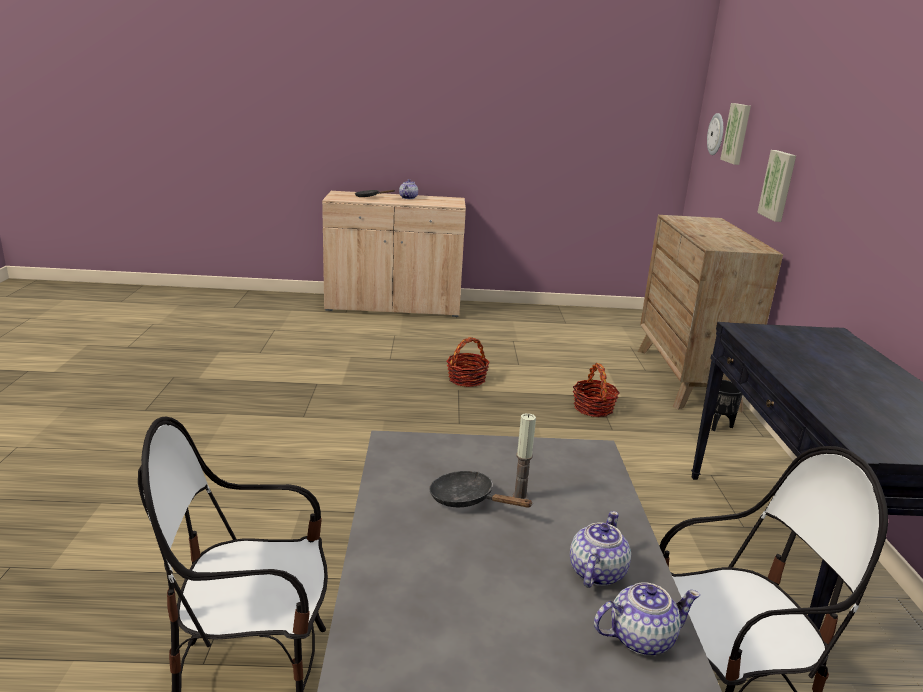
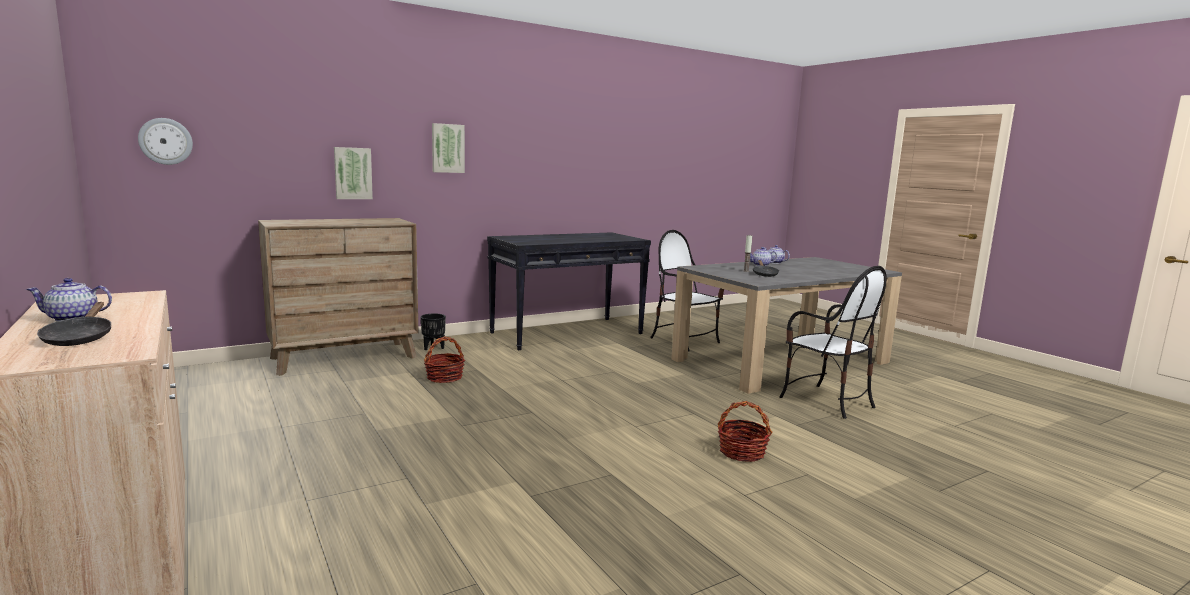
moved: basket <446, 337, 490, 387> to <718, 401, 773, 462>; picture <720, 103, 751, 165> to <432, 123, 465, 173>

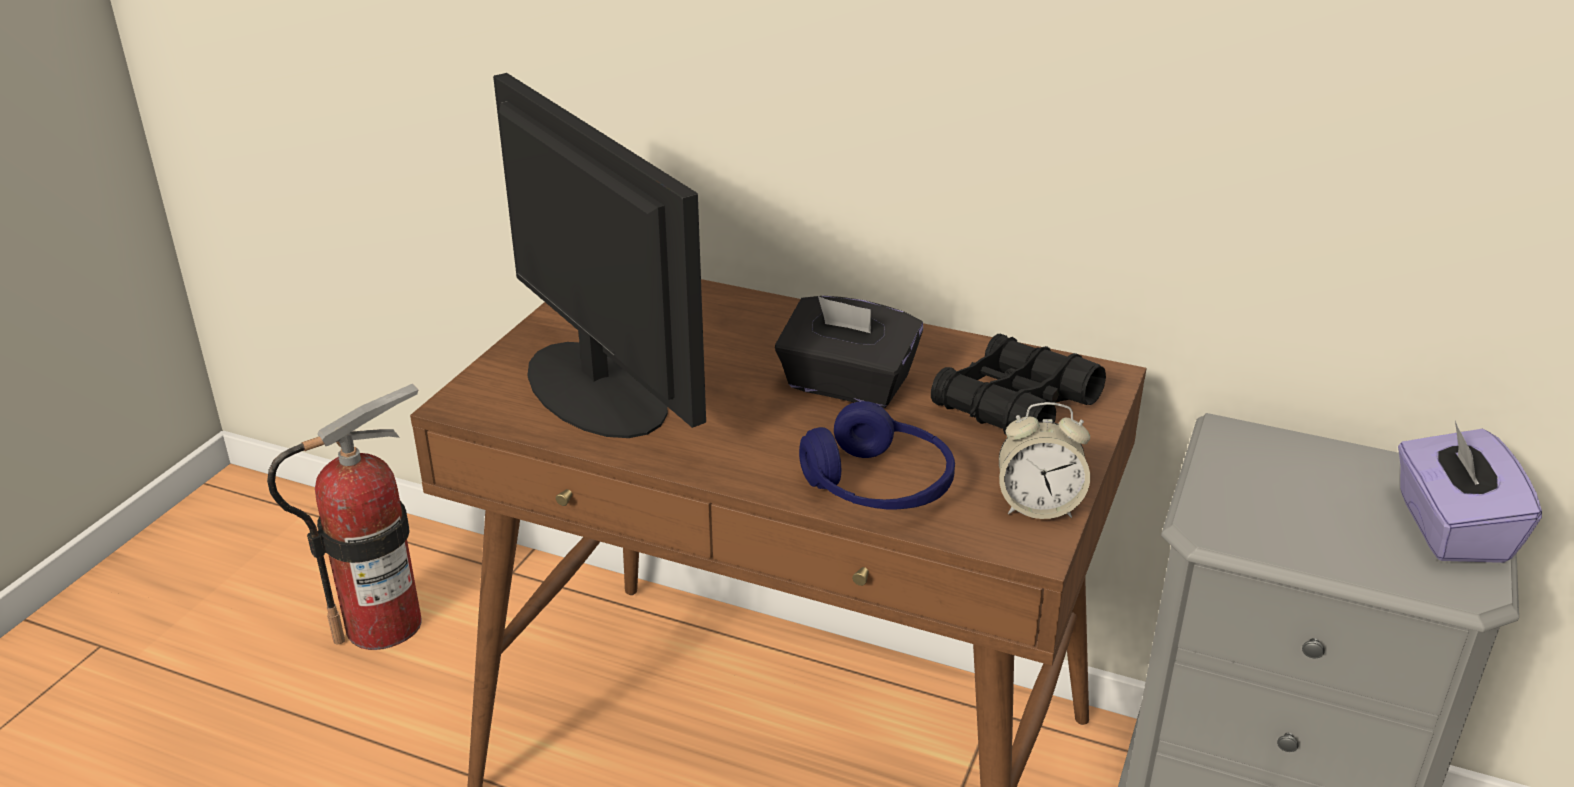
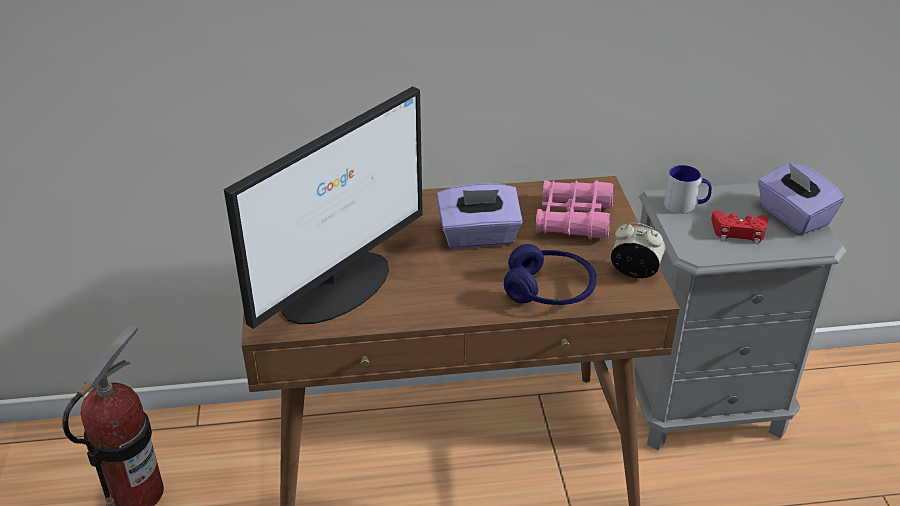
added: mug <664, 165, 712, 214>; red game controller <711, 211, 769, 244>
recoloured: black tissue box <775, 296, 923, 408> to purple tissue box <436, 184, 523, 249>; black binoculars <931, 334, 1106, 436> to pink binoculars <536, 180, 614, 239>
turned: monitor <493, 73, 706, 438> = <224, 86, 423, 329> 105 degrees clockwise; alarm clock <999, 402, 1090, 519> = <611, 222, 665, 278> 135 degrees counterclockwise

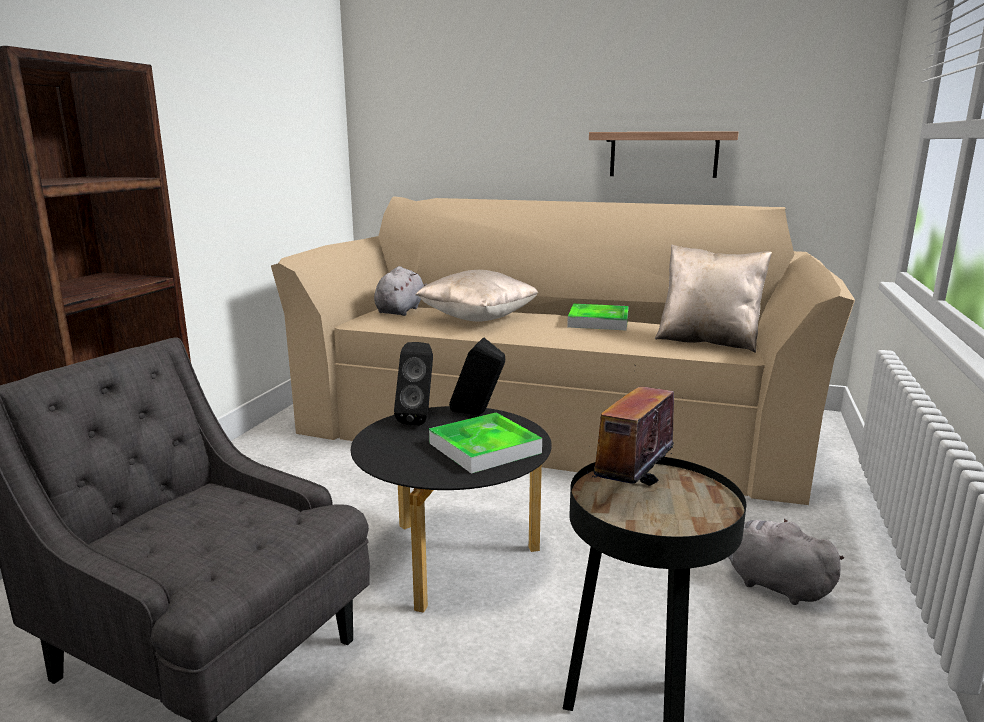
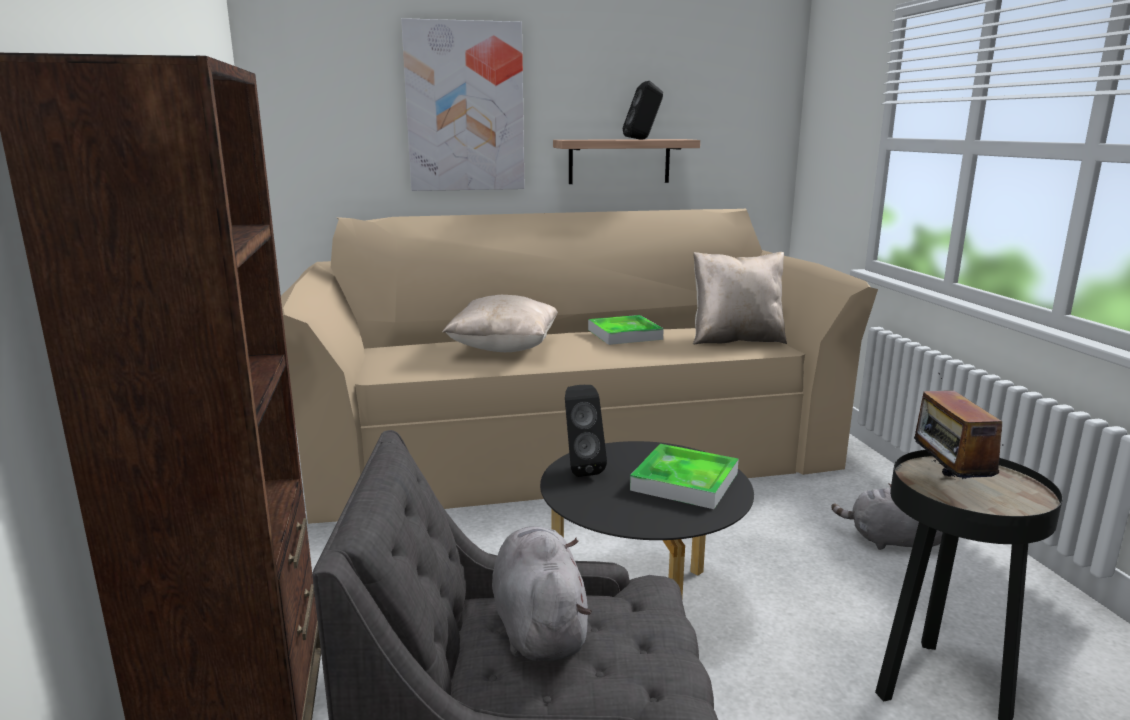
added: picture <401, 18, 525, 191>
moved: grey plush toy <374, 266, 427, 316> to <492, 527, 592, 661>; black speaker <449, 338, 505, 415> to <623, 81, 663, 140>

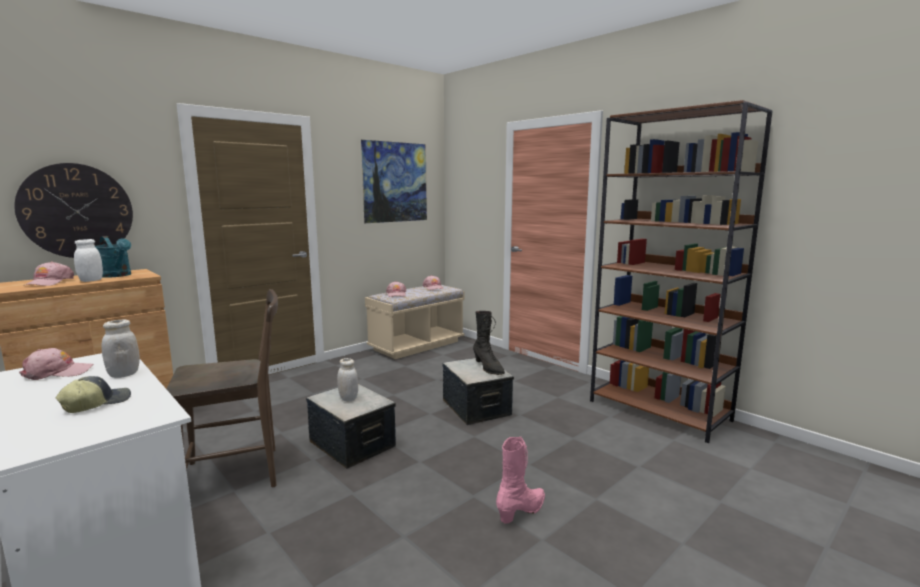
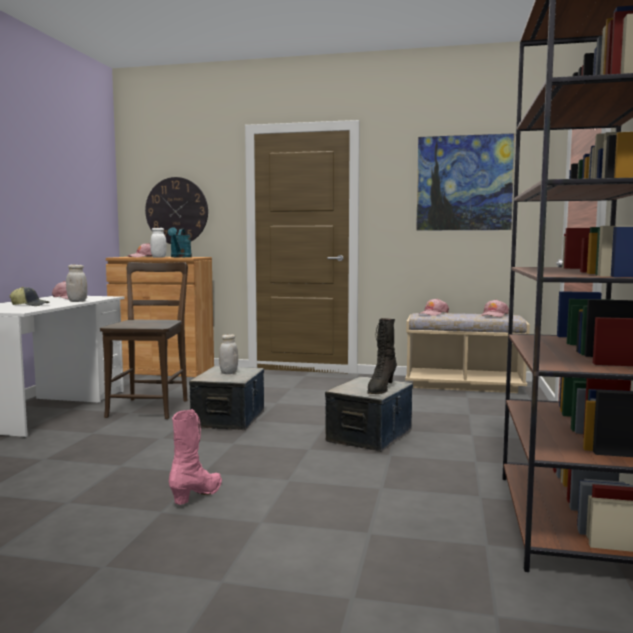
turned: brown chair <166, 289, 278, 487> = <100, 262, 188, 419> 120 degrees counterclockwise; pink boot <496, 437, 545, 524> = <169, 409, 222, 505> 75 degrees counterclockwise

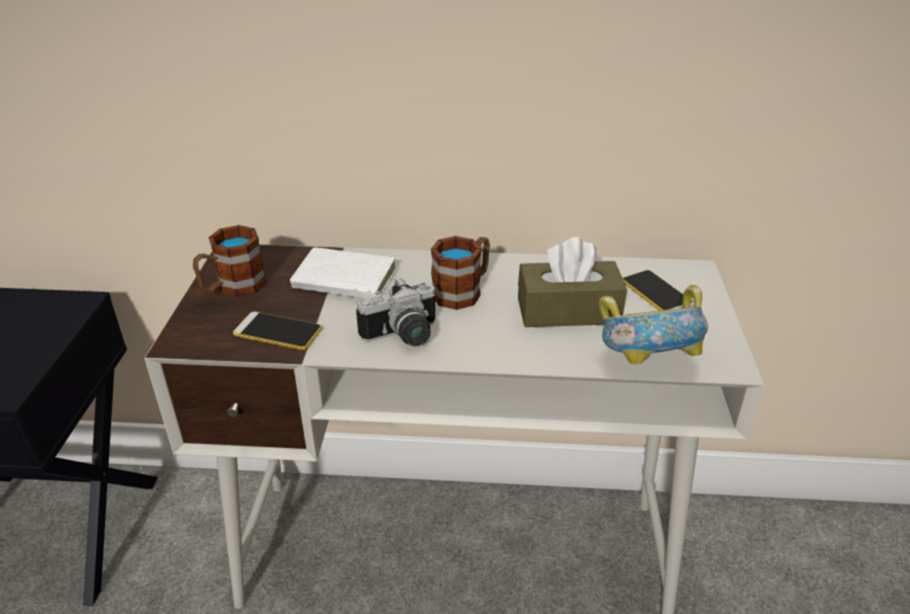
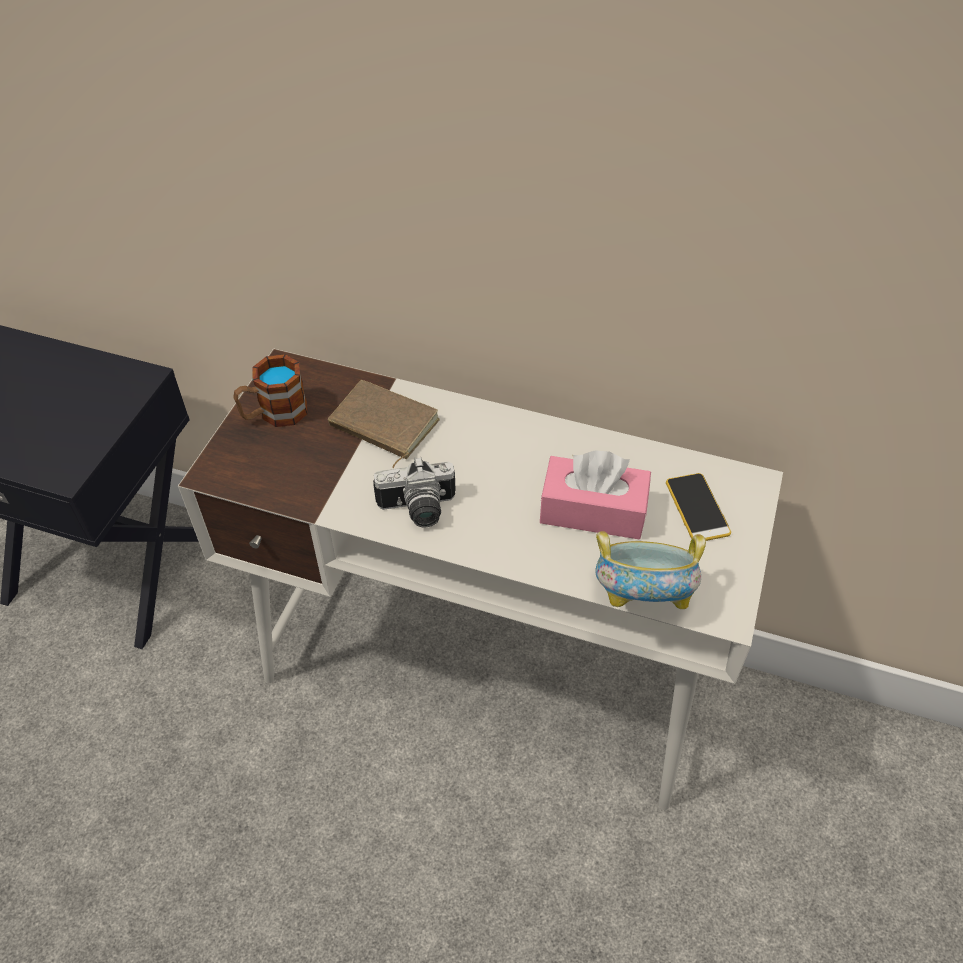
removed: phone <233, 311, 322, 350>; mug <431, 236, 490, 310>
recoloured: white book <290, 248, 397, 298> to brown book <328, 380, 440, 468>; brown tissue box <518, 237, 627, 327> to pink tissue box <540, 451, 651, 539>

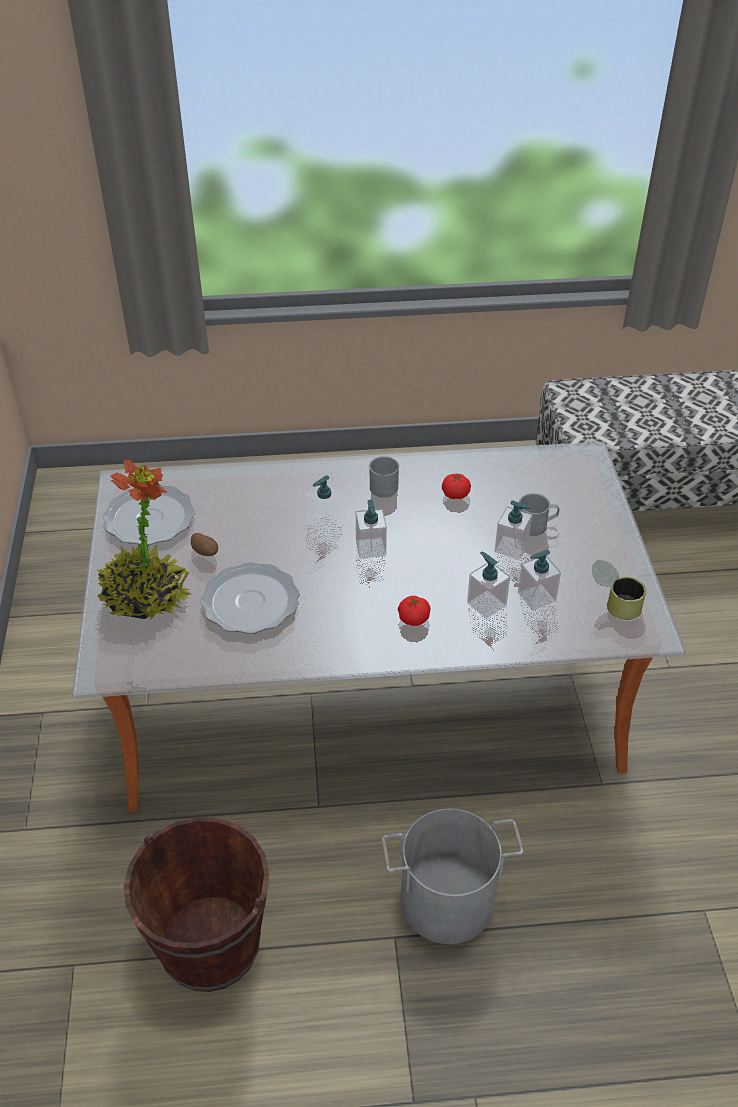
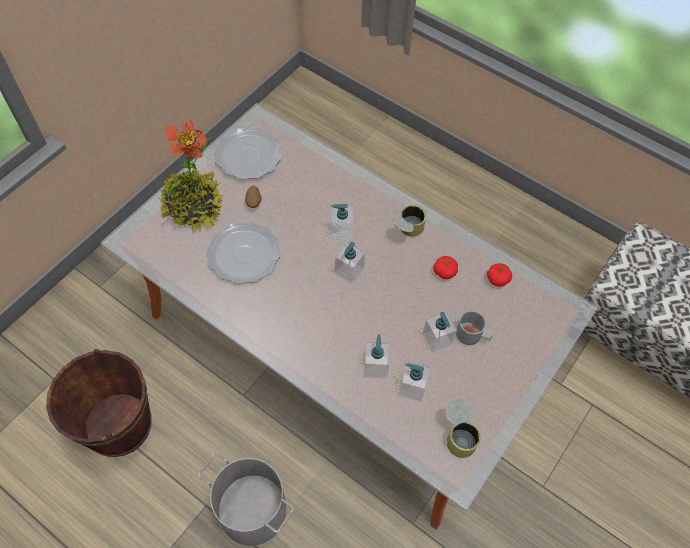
moved: tomato <398, 596, 431, 626> to <487, 263, 512, 286>
replaced: grey mug <369, 456, 399, 498> to can <393, 205, 426, 237>

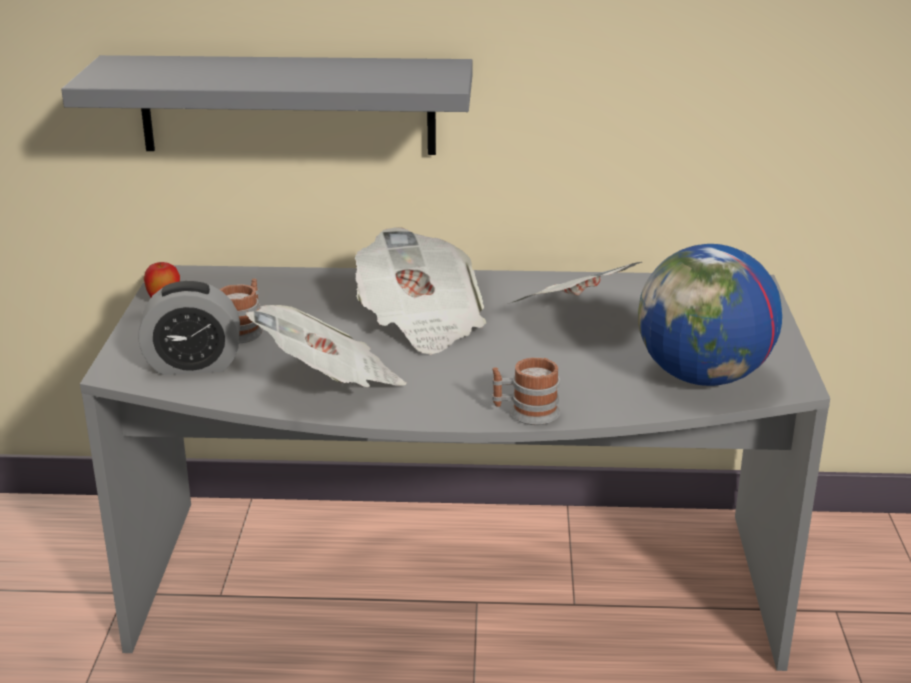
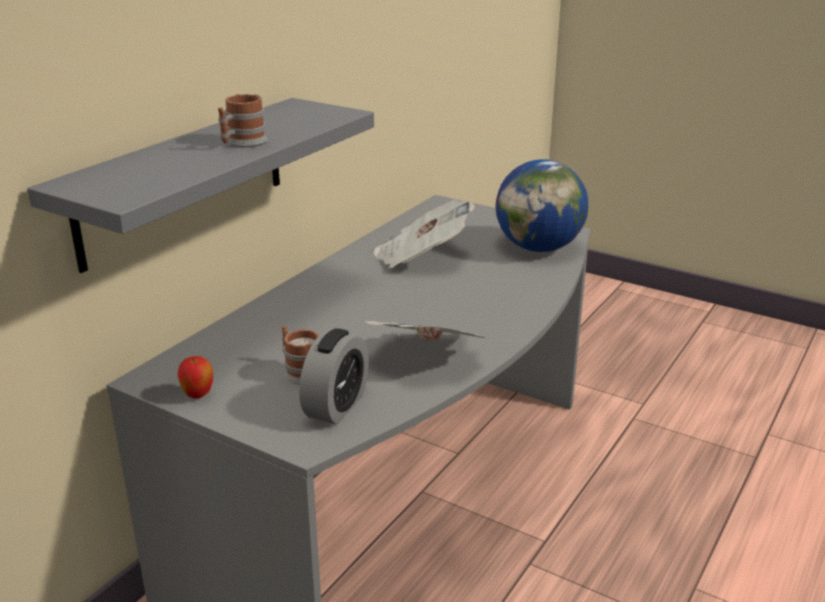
removed: newspaper <355, 227, 486, 355>
moved: mug <492, 357, 560, 425> to <218, 94, 268, 147>

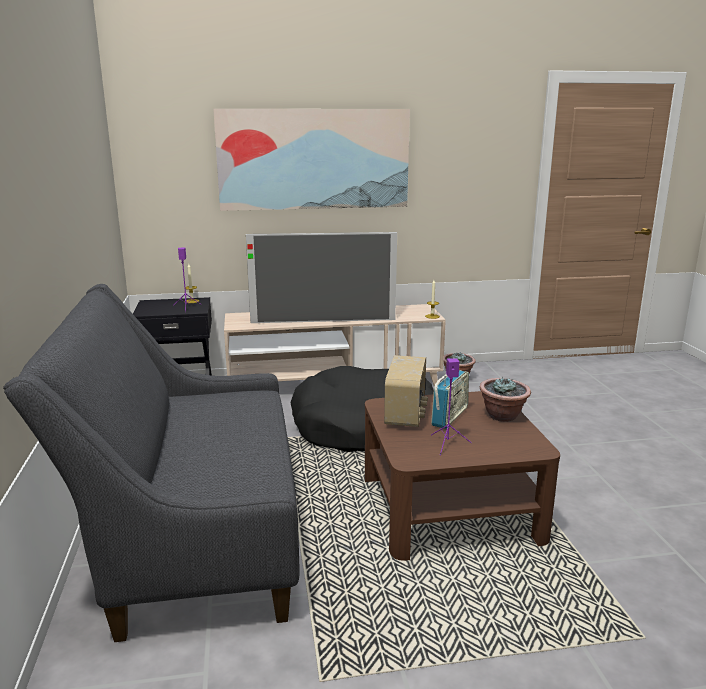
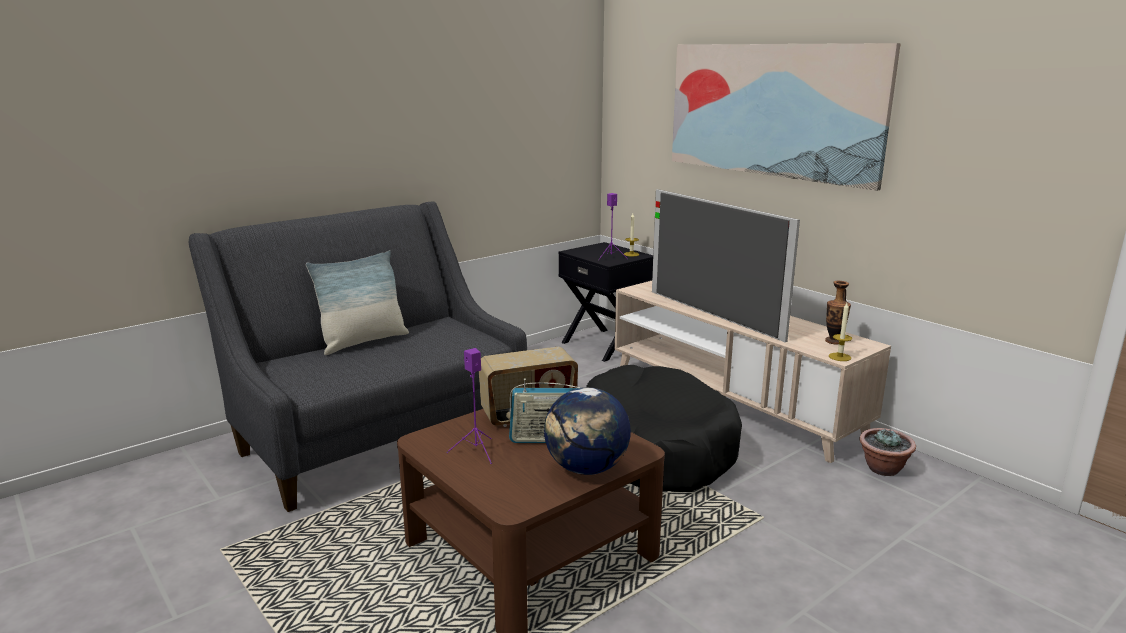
added: pillow <306, 250, 409, 355>; vase <825, 281, 851, 345>
replaced: potted plant <480, 377, 531, 422> to globe <544, 387, 631, 475>

